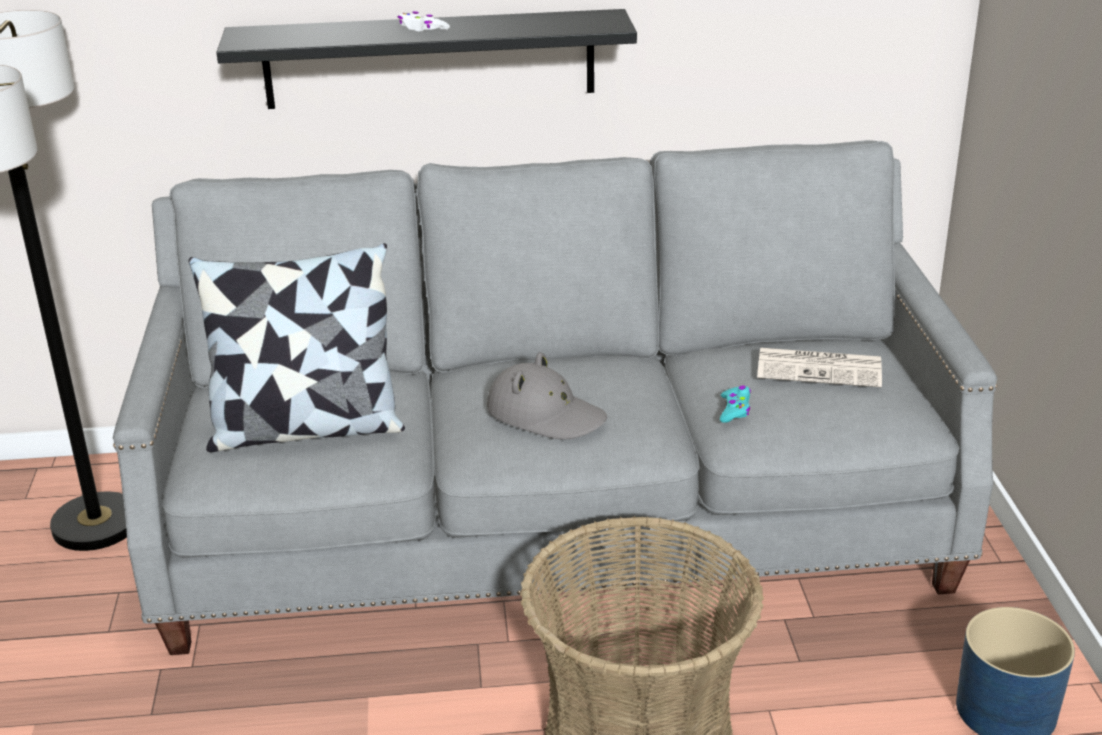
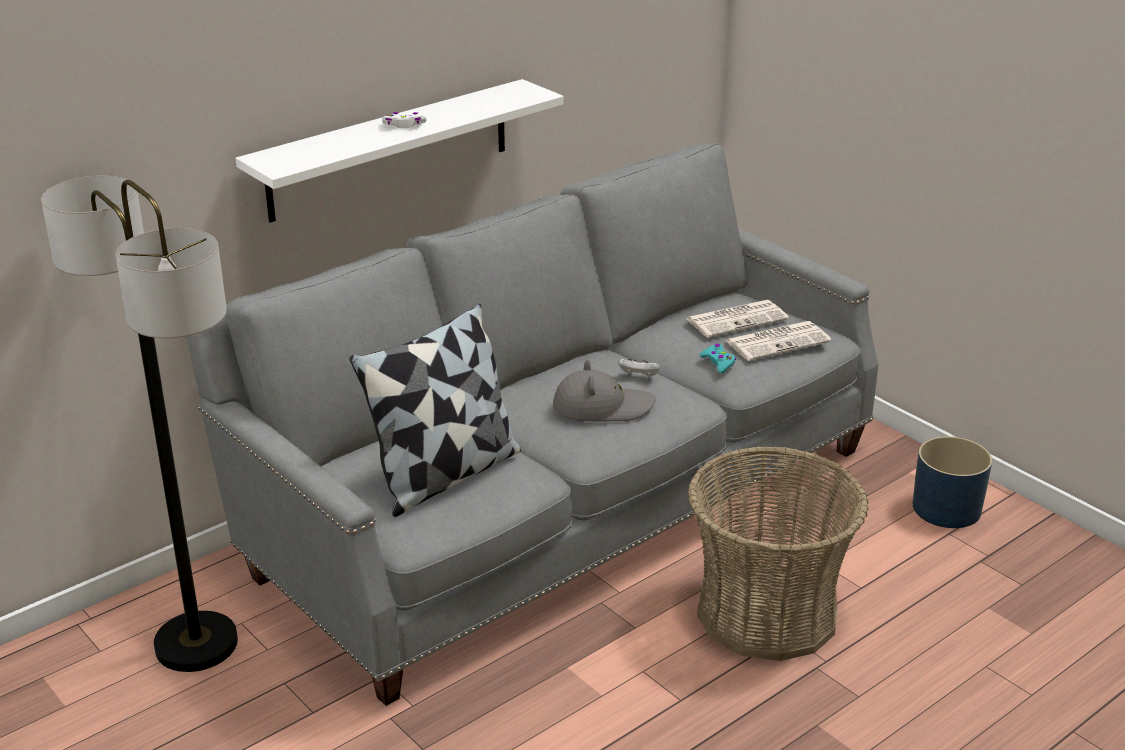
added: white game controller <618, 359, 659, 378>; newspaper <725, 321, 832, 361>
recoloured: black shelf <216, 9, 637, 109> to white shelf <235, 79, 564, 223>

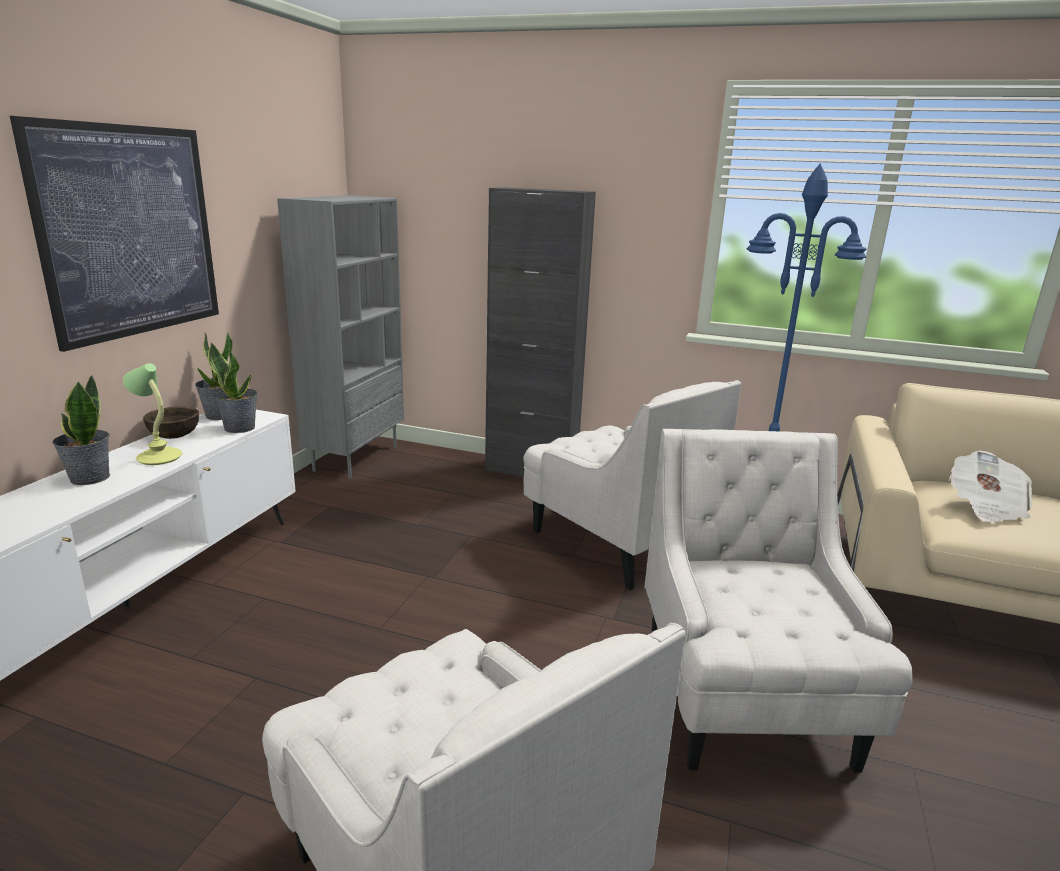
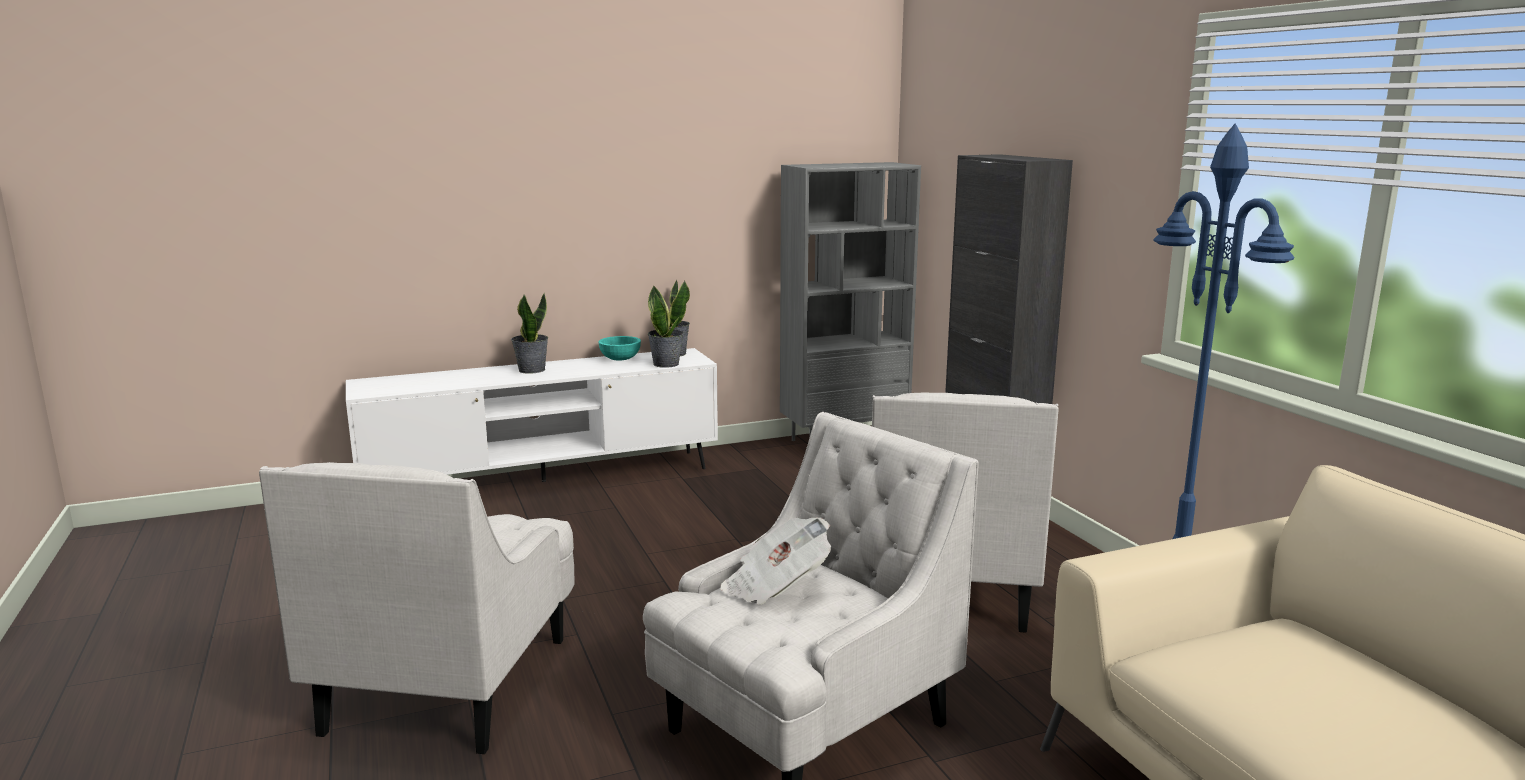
removed: picture <10, 116, 219, 352>; table lamp <123, 363, 182, 465>
moved: newspaper <949, 451, 1032, 523> to <721, 517, 831, 605>
recoloured: brown bowl <143, 407, 199, 439> to turquoise bowl <598, 336, 641, 361>

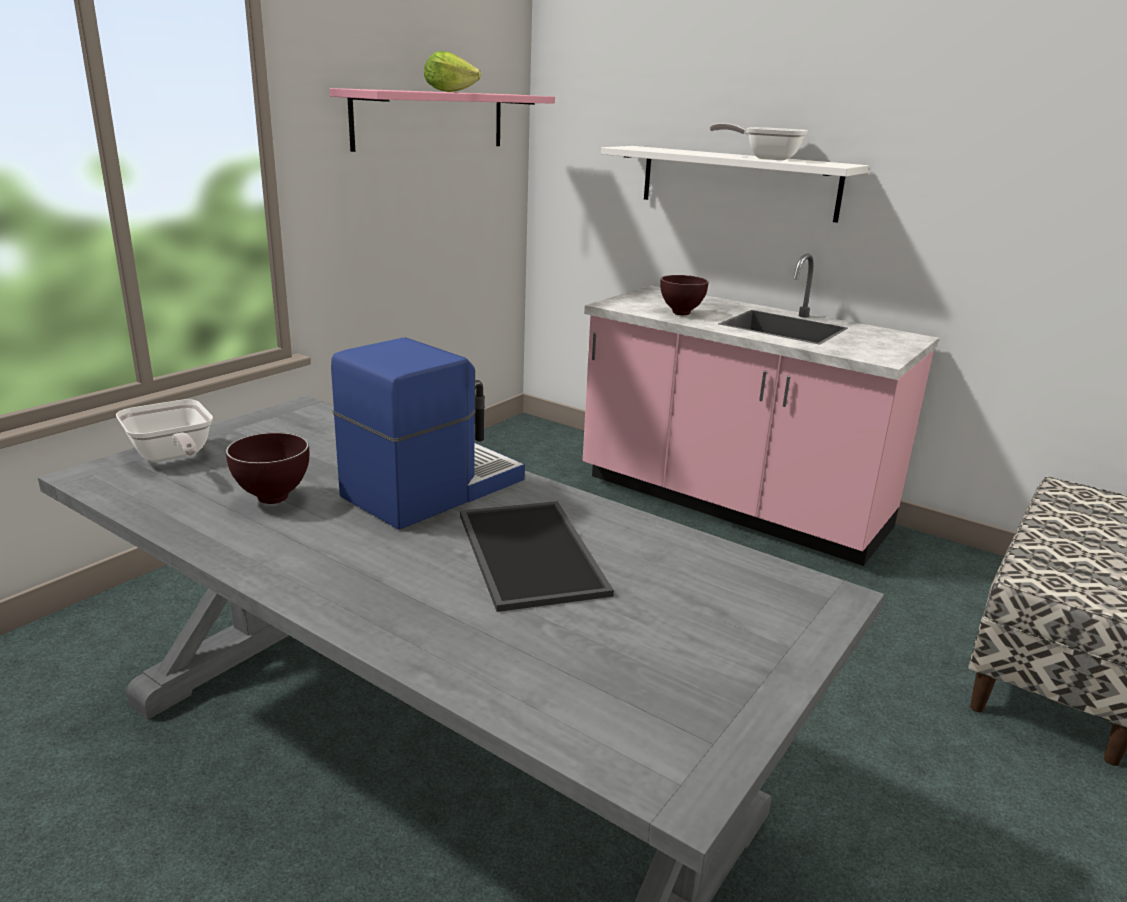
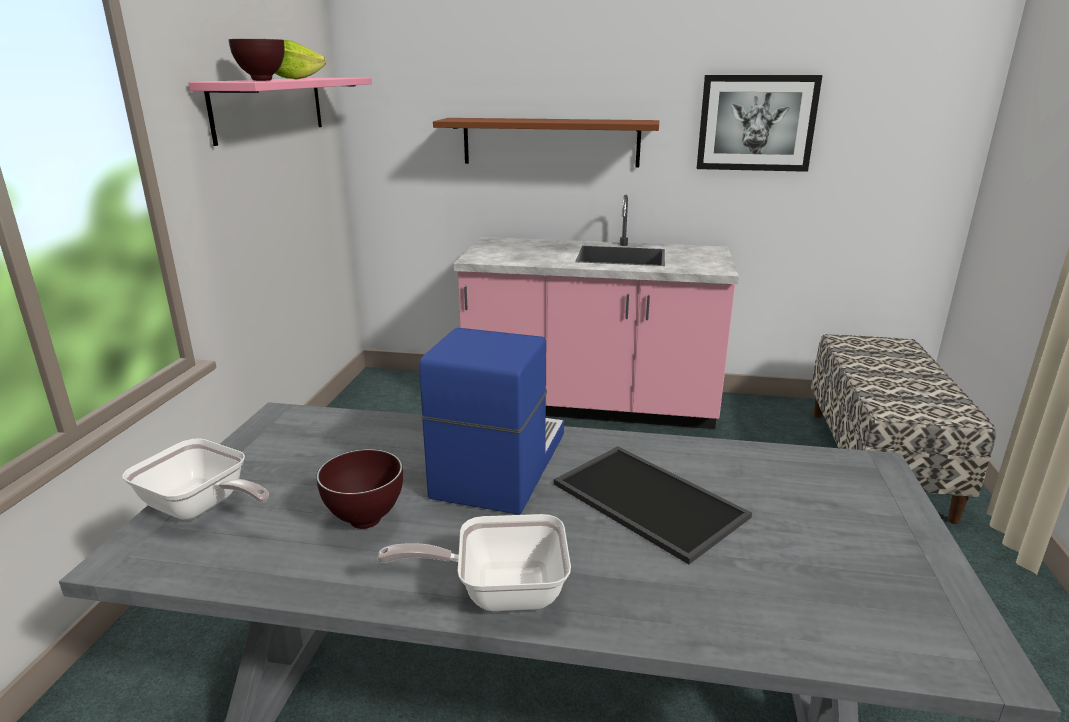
added: picture <697, 75, 822, 172>
moved: brown bowl <660, 275, 709, 315> to <229, 39, 285, 81>; frying pan <709, 123, 808, 160> to <377, 514, 571, 611>
recoloured: white shelf <601, 146, 869, 223> to brown shelf <433, 118, 659, 167>

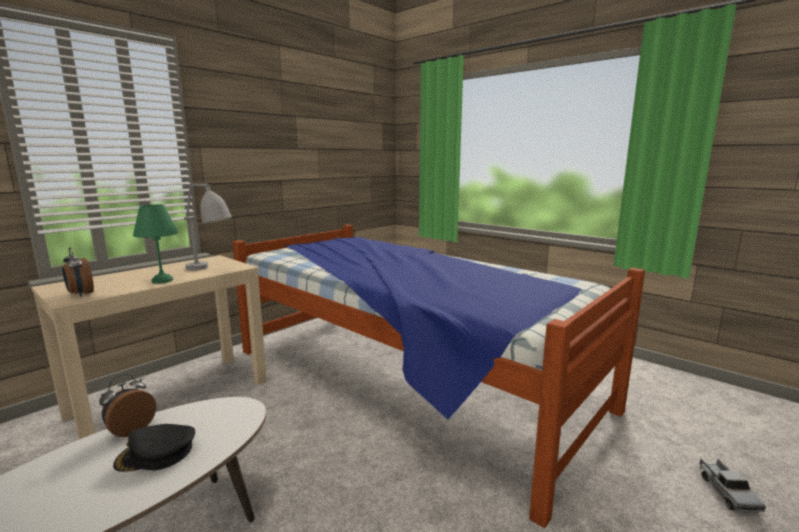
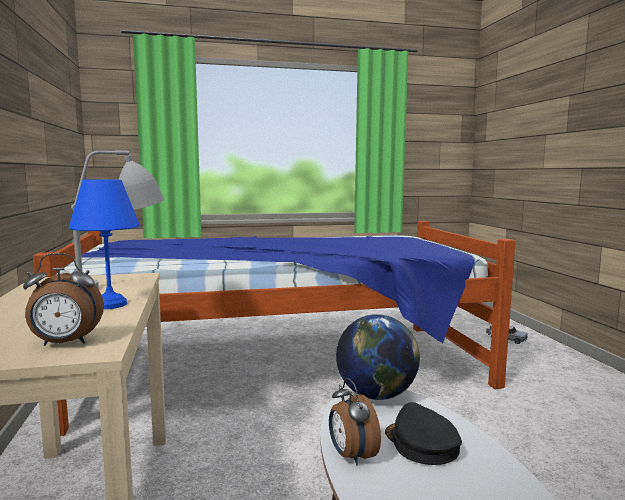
added: globe <336, 314, 420, 400>
recoloured: green table lamp <133, 205, 178, 284> to blue table lamp <69, 179, 140, 309>
turned: black cap <113, 424, 195, 472> = <385, 402, 462, 465> 135 degrees clockwise

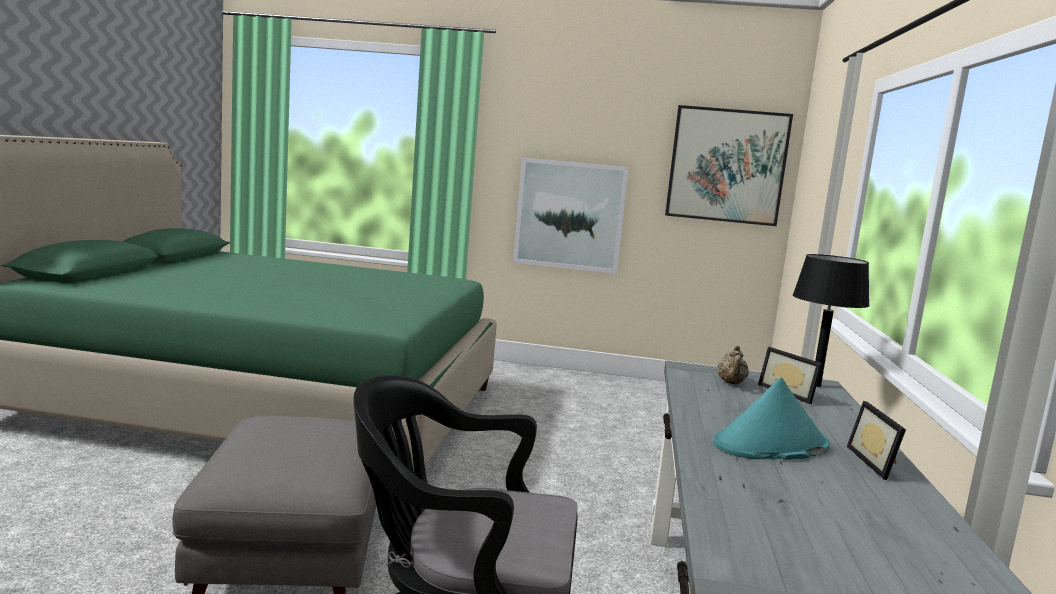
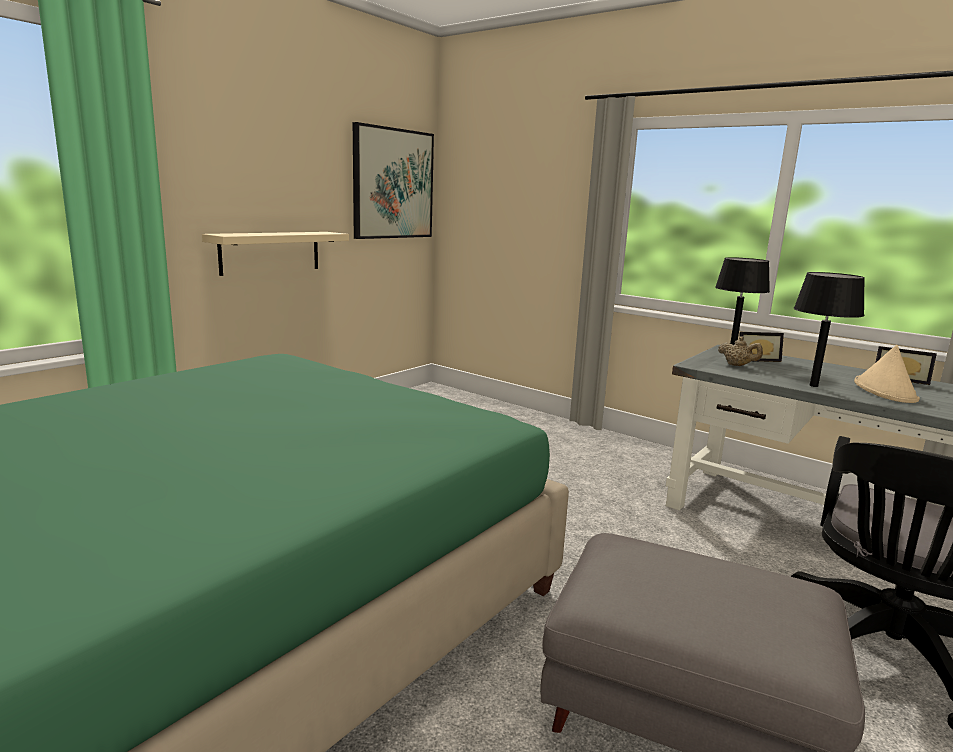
added: black table lamp <793, 272, 865, 387>
replaced: picture <513, 158, 629, 274> to beige shelf <202, 232, 349, 276>
recoloured: turquoise hat <713, 377, 830, 460> to beige hat <854, 345, 920, 403>

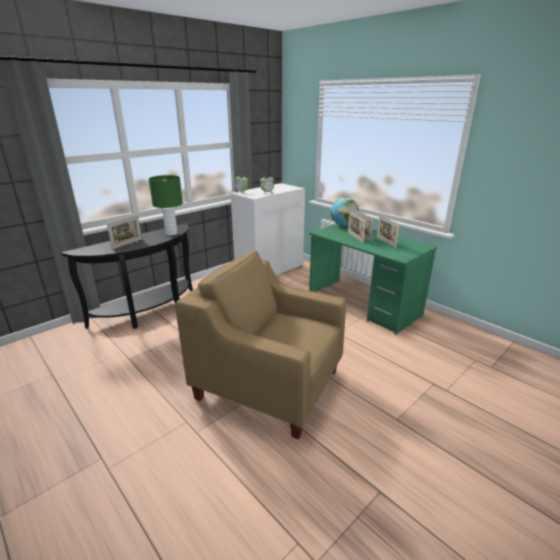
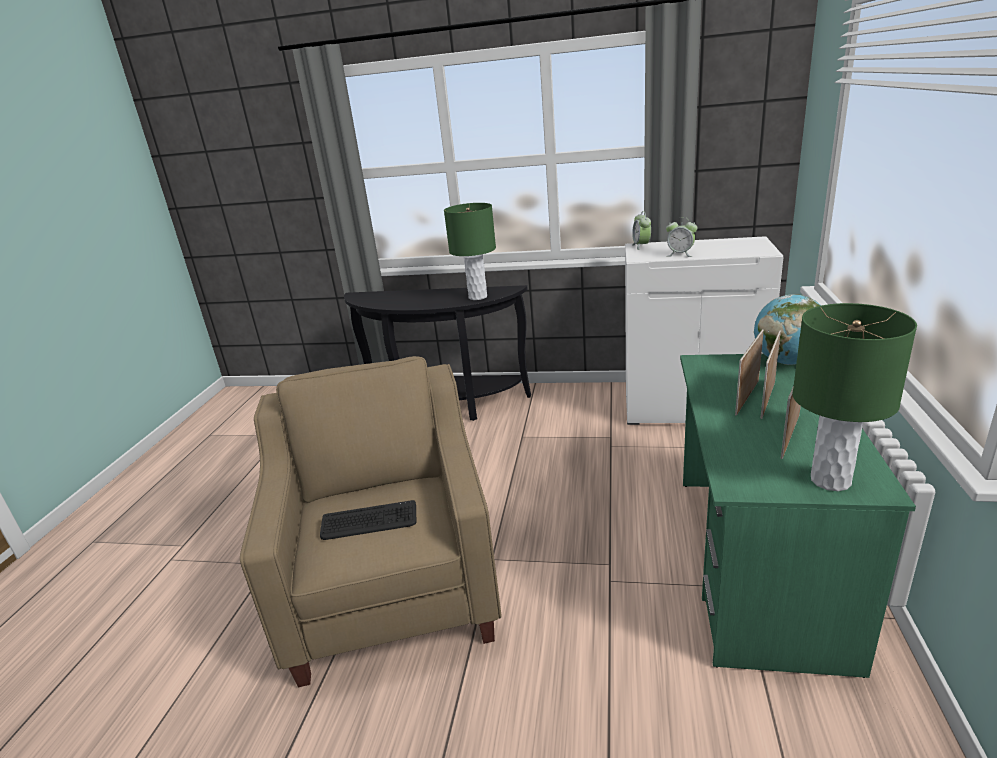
removed: picture frame <107, 215, 142, 249>
added: keyboard <320, 500, 416, 540>; green table lamp <793, 303, 917, 491>

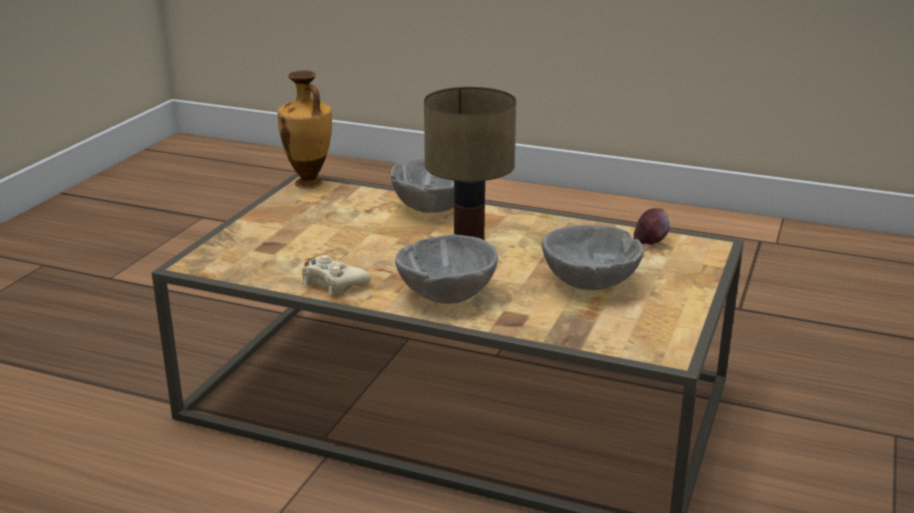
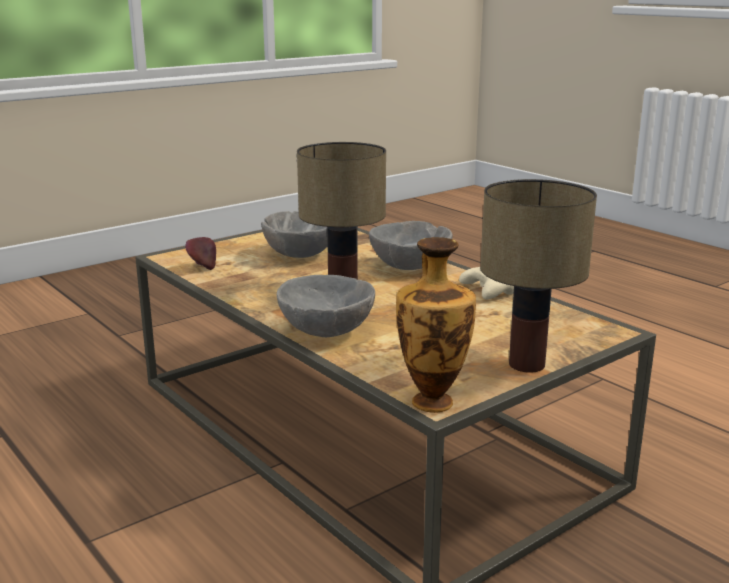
added: table lamp <480, 179, 597, 373>

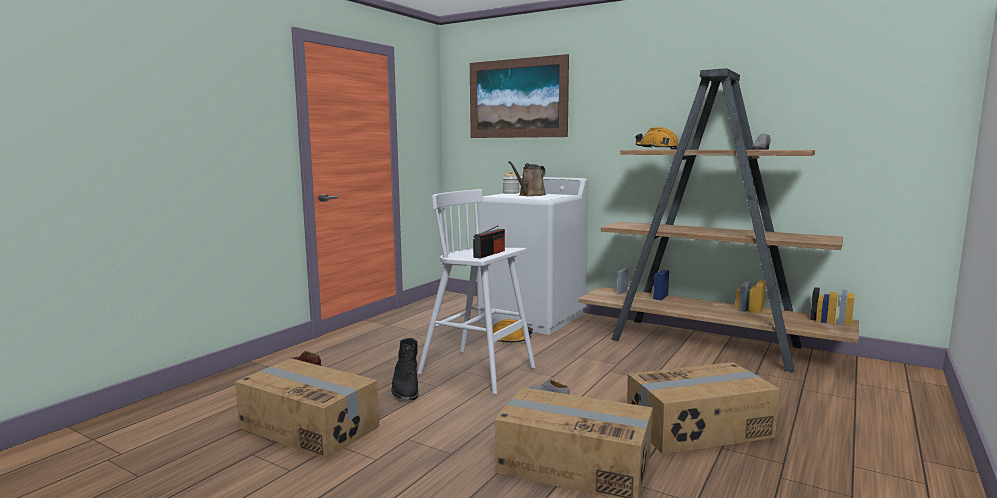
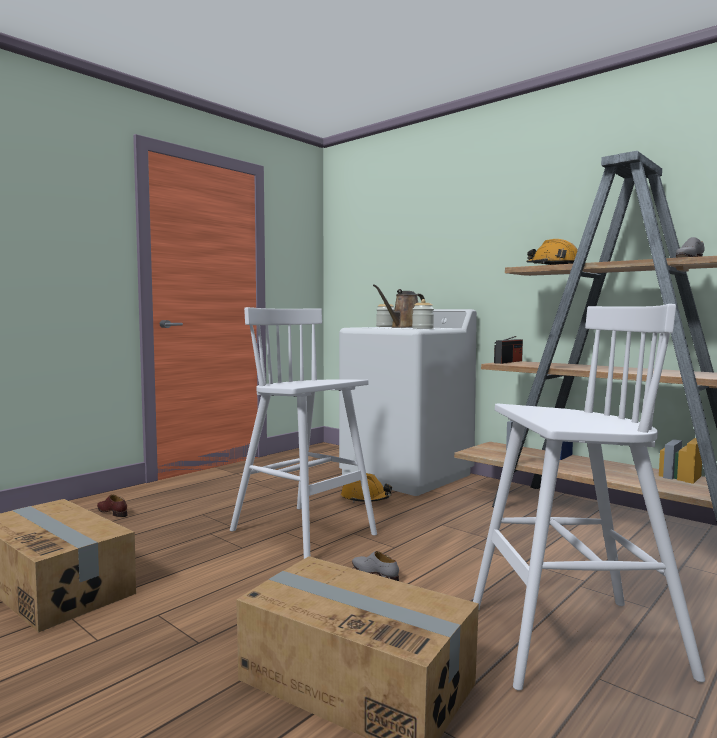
removed: black boot <391, 338, 419, 400>; picture <470, 54, 569, 138>
added: jar <412, 299, 434, 329>
moved: radio <473, 225, 505, 258> to <494, 336, 523, 364>
replaced: cardboard box <627, 362, 780, 455> to white stool <473, 304, 705, 691>

